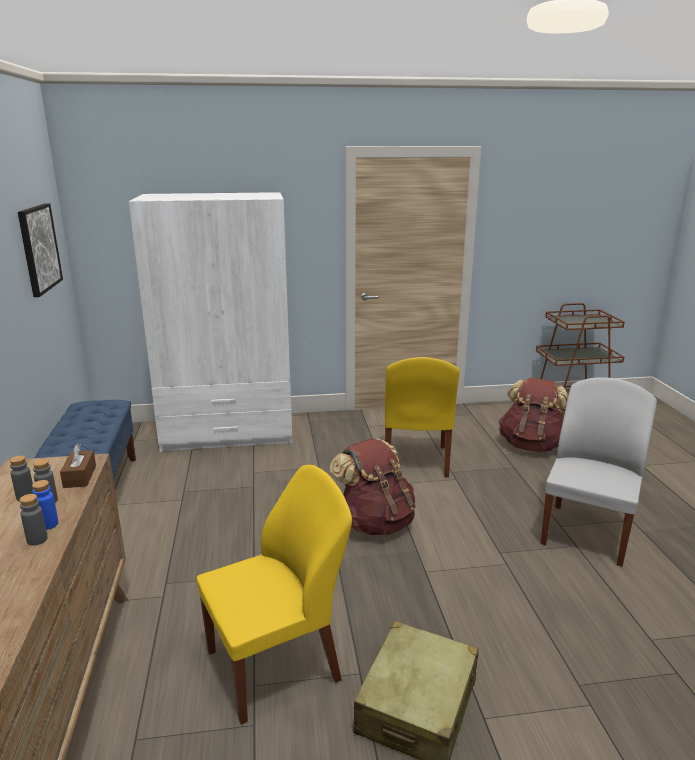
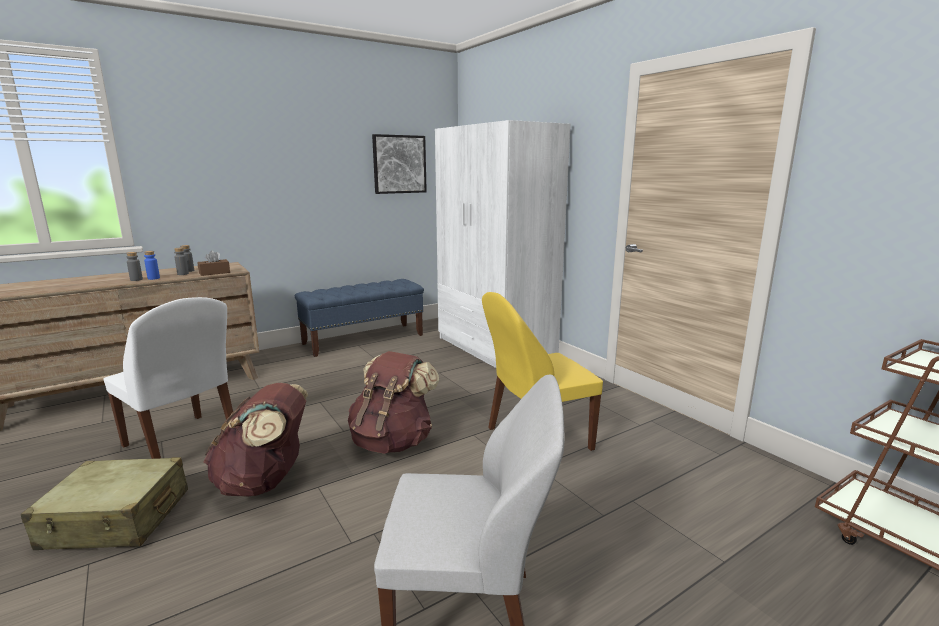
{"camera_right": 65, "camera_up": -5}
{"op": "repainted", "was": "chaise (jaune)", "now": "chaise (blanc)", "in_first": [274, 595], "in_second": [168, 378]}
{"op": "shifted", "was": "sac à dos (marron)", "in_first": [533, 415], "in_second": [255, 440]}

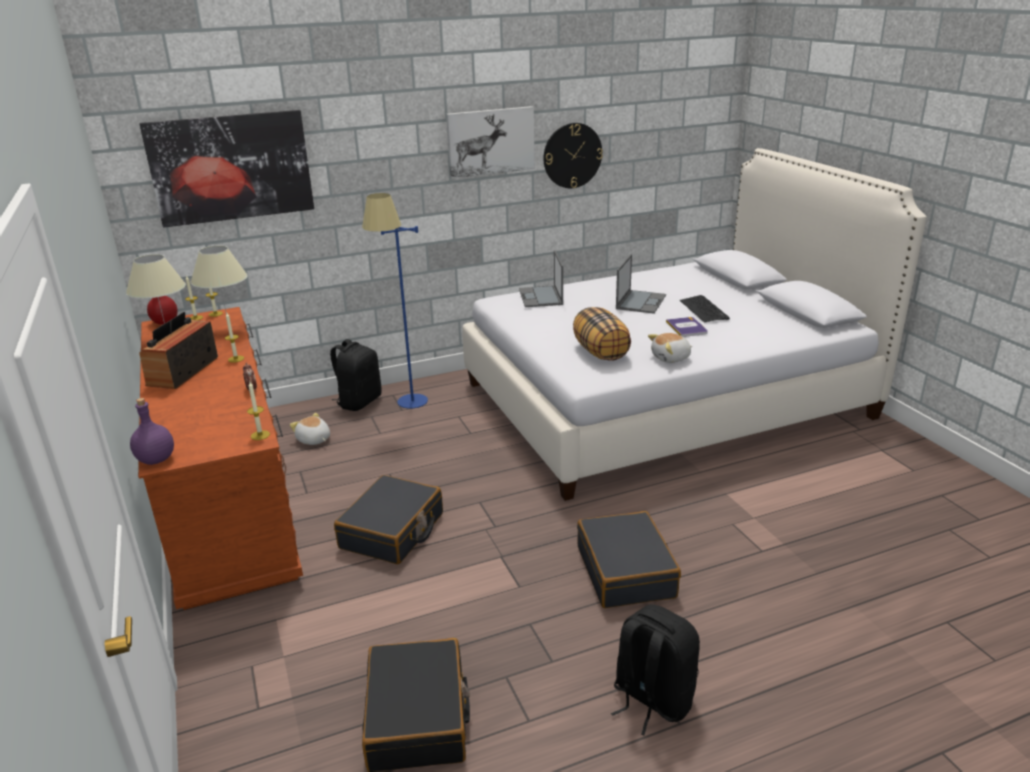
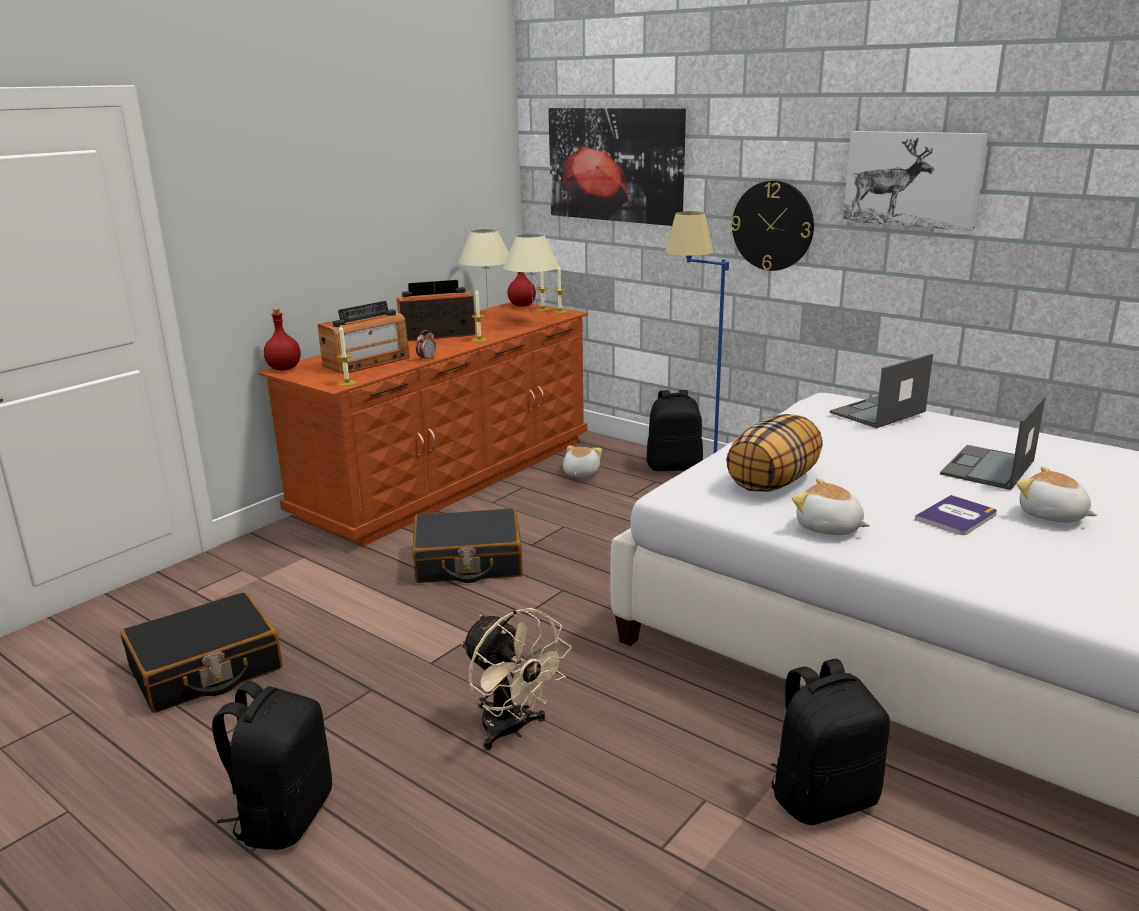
{"camera_right": 60, "camera_up": -5}
{"op": "repainted", "was": "bouteille (violet)", "now": "bouteille (rouge)", "in_first": [152, 431], "in_second": [282, 339]}
{"op": "shifted", "was": "horloge murale", "in_first": [573, 155], "in_second": [772, 226]}
{"op": "swapped", "was": "valise (noir)", "now": "ventilateur (beige)", "in_first": [629, 559], "in_second": [516, 679]}
{"op": "rotated", "was": "ordinateur portable", "in_first": [641, 284], "in_second": [993, 443], "clockwise": 135}
{"op": "swapped", "was": "clavier", "now": "peluche", "in_first": [705, 309], "in_second": [1057, 495]}
{"op": "new", "now": "radio", "in_second": [363, 337]}
{"op": "new", "now": "sac à dos (noir)", "in_second": [830, 742]}

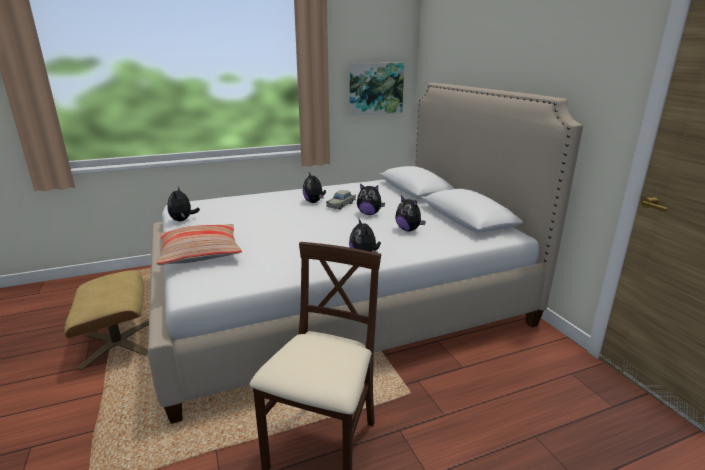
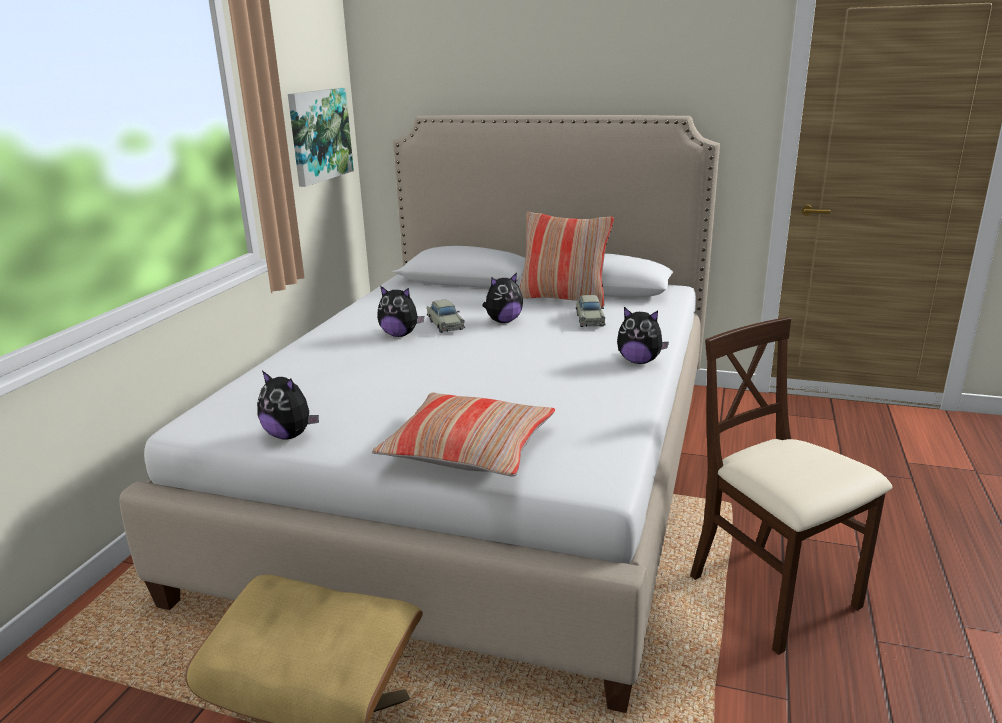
{"camera_right": -50, "camera_up": 0}
{"op": "swapped", "was": "peluche", "now": "petite voiture (beige)", "in_first": [410, 213], "in_second": [591, 311]}
{"op": "new", "now": "coussin", "in_second": [566, 259]}

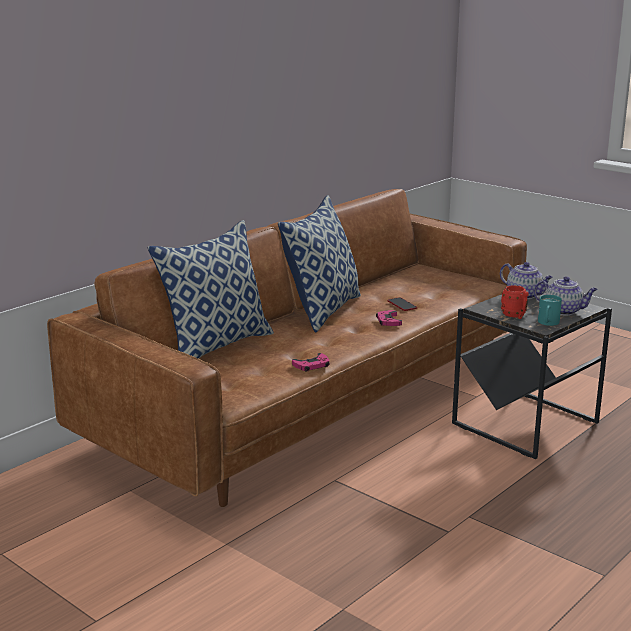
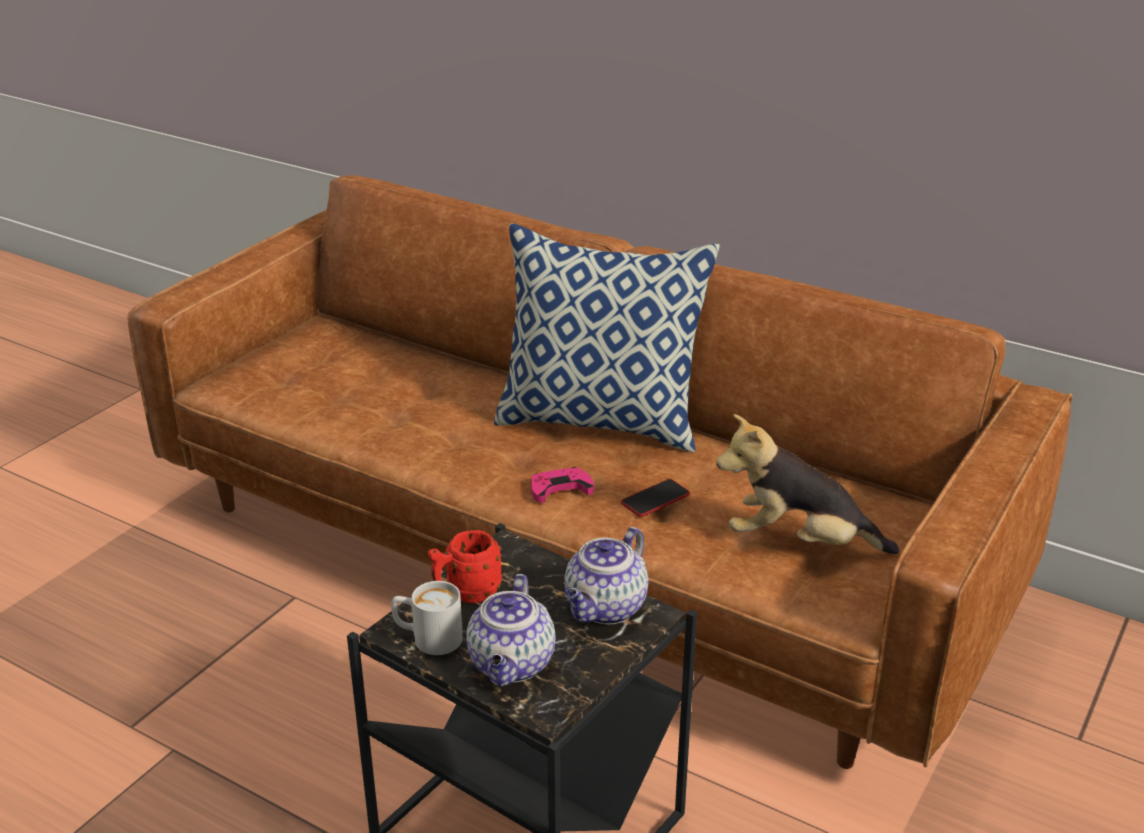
{"camera_right": 80, "camera_up": 10}
{"op": "gone", "was": "coussin", "in_first": [211, 289]}
{"op": "gone", "was": "manette (rose)", "in_first": [311, 362]}
{"op": "repainted", "was": "mug (turquoise)", "now": "mug (blanc)", "in_first": [550, 310], "in_second": [427, 618]}
{"op": "new", "now": "peluche", "in_second": [807, 484]}

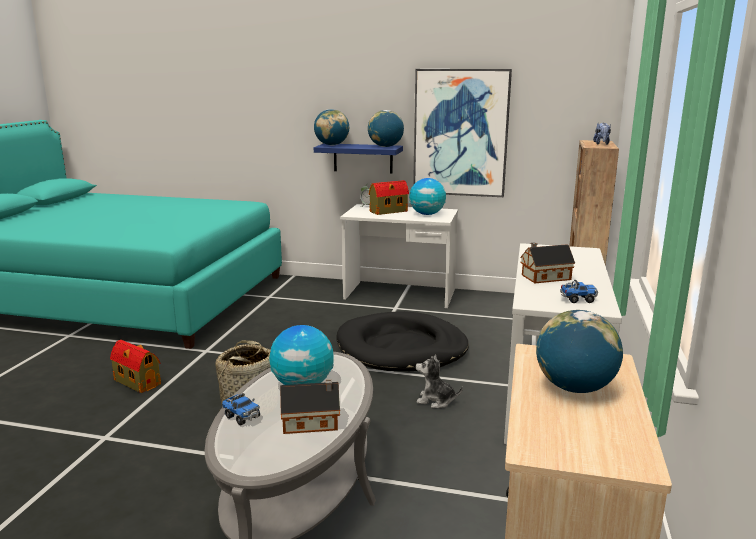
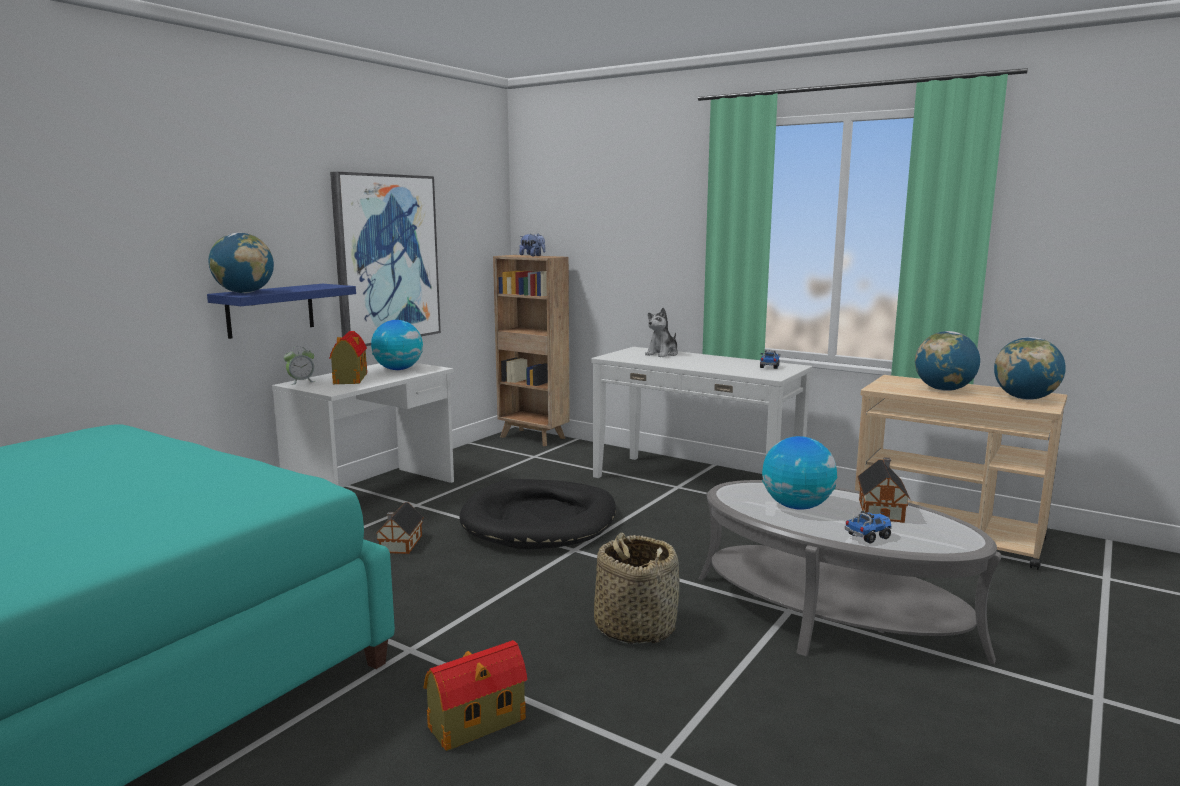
{"camera_right": -70, "camera_up": -5}
{"op": "shifted", "was": "globe", "in_first": [386, 128], "in_second": [1030, 368]}
{"op": "shifted", "was": "peluche", "in_first": [439, 381], "in_second": [661, 332]}
{"op": "shifted", "was": "maison miniature", "in_first": [547, 262], "in_second": [399, 528]}

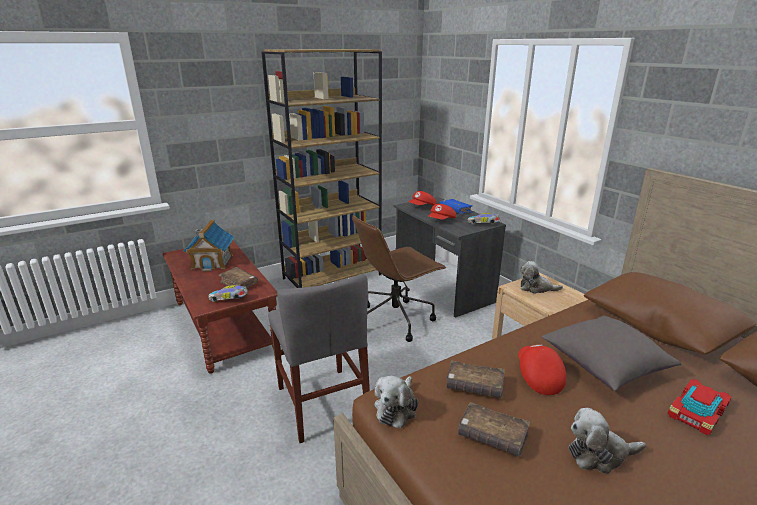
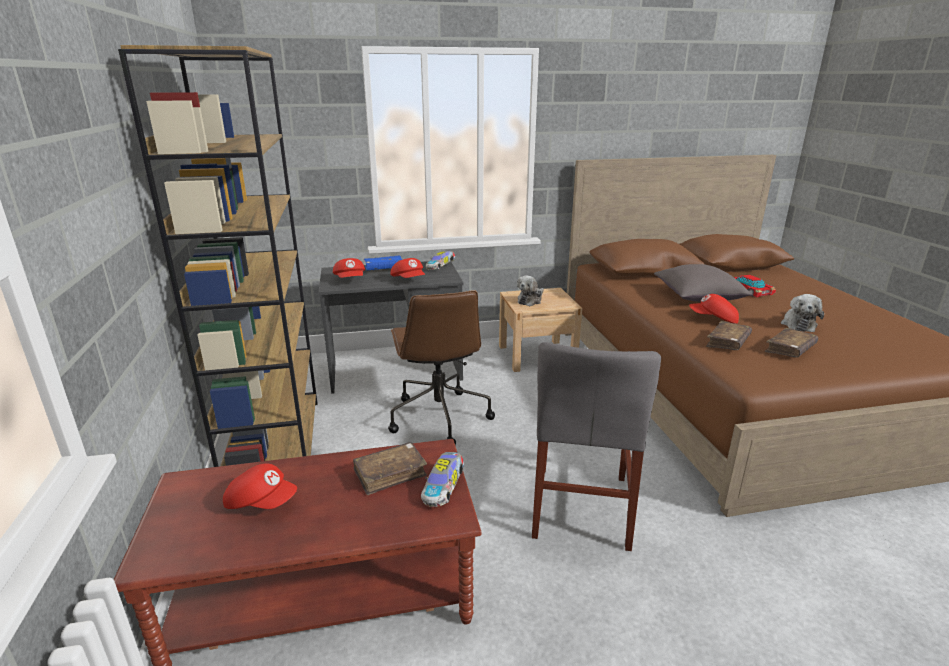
{"camera_right": -70, "camera_up": 0}
{"op": "swapped", "was": "maison miniature", "now": "casquette (rouge)", "in_first": [209, 245], "in_second": [260, 486]}
{"op": "rotated", "was": "chaise (gris)", "in_first": [319, 358], "in_second": [596, 446], "clockwise": 105}
{"op": "gone", "was": "peluche", "in_first": [396, 402]}

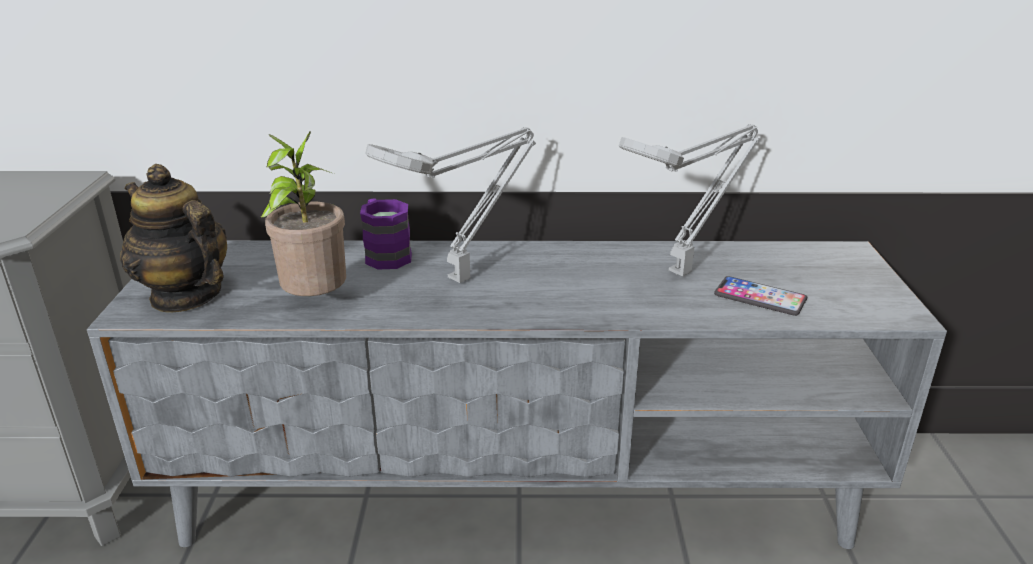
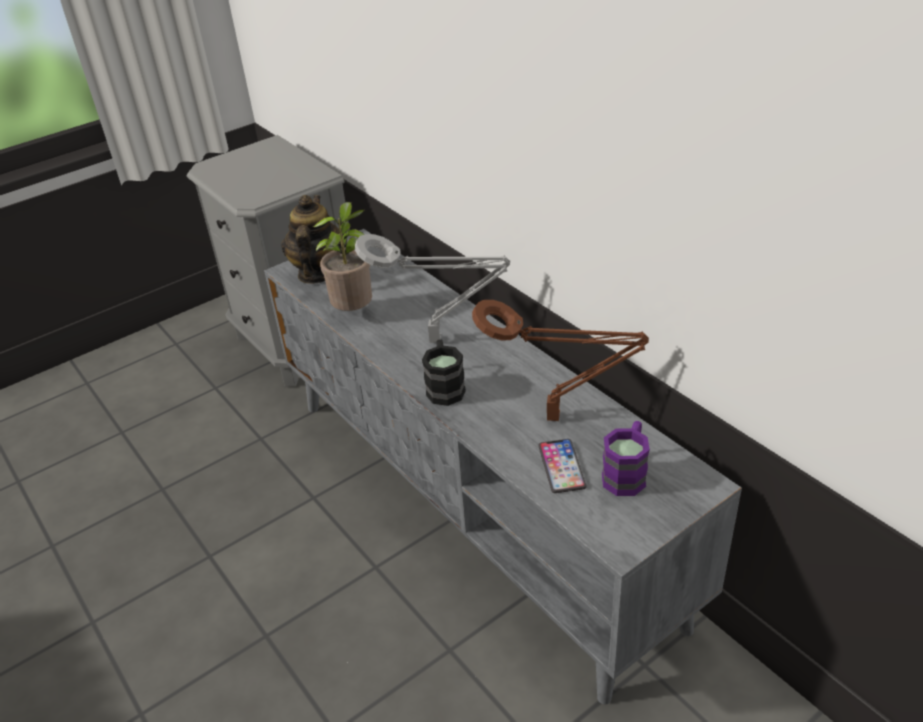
{"camera_right": 55, "camera_up": 10}
{"op": "shifted", "was": "mug (violet)", "in_first": [386, 234], "in_second": [626, 458]}
{"op": "repainted", "was": "lampe de table (gris)", "now": "lampe de table (marron)", "in_first": [690, 200], "in_second": [560, 360]}
{"op": "new", "now": "mug (noir)", "in_second": [444, 373]}

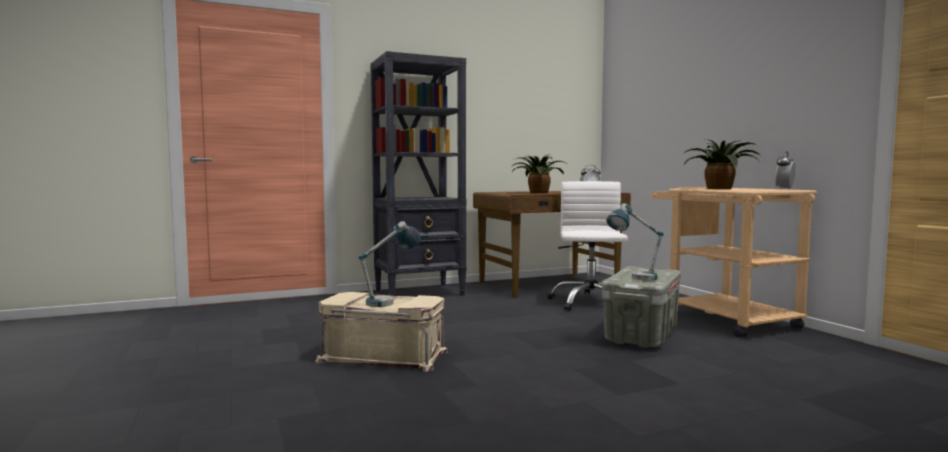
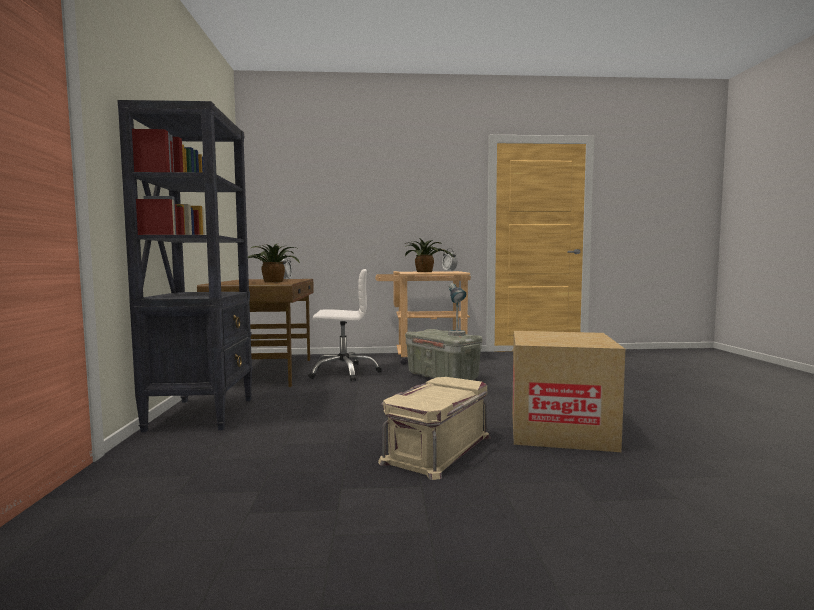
{"camera_right": -70, "camera_up": 0}
{"op": "gone", "was": "lampe de table", "in_first": [390, 264]}
{"op": "rotated", "was": "chaise de bureau (blanc)", "in_first": [588, 245], "in_second": [345, 325], "clockwise": 150}
{"op": "new", "now": "carton", "in_second": [568, 391]}

